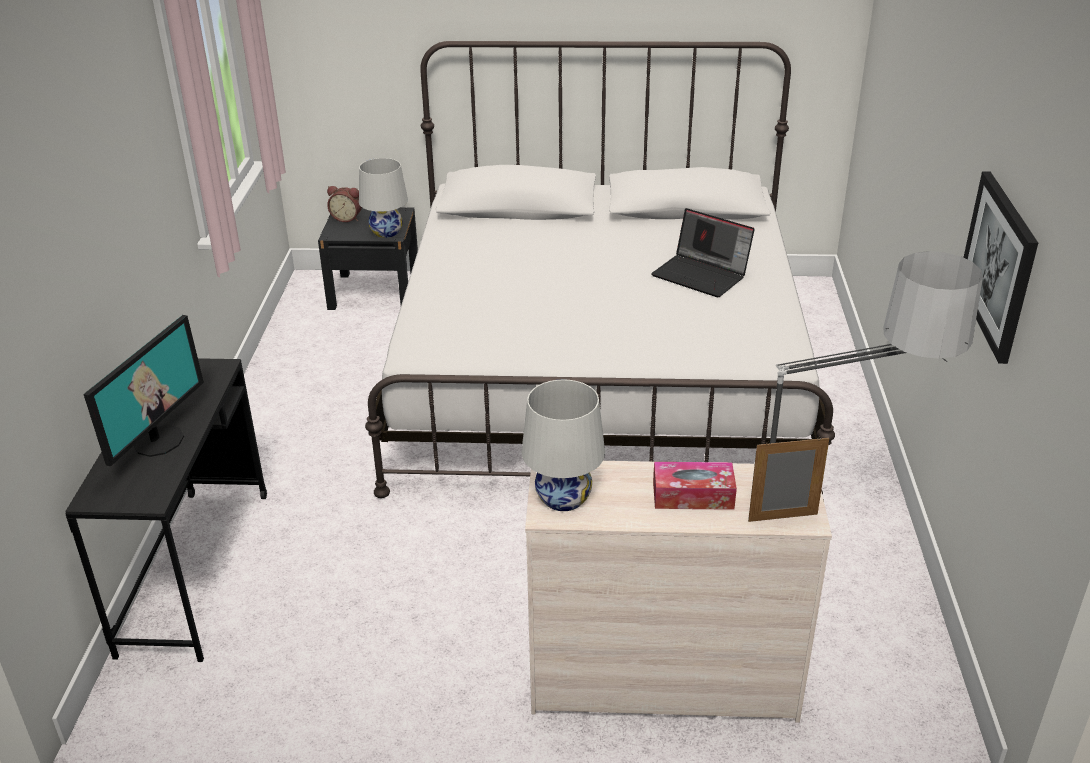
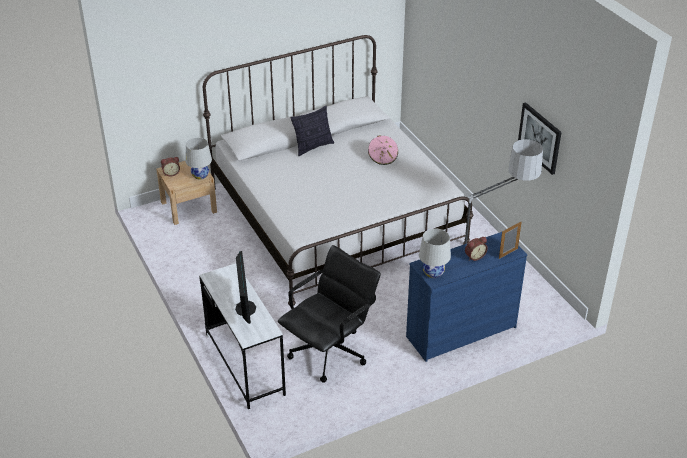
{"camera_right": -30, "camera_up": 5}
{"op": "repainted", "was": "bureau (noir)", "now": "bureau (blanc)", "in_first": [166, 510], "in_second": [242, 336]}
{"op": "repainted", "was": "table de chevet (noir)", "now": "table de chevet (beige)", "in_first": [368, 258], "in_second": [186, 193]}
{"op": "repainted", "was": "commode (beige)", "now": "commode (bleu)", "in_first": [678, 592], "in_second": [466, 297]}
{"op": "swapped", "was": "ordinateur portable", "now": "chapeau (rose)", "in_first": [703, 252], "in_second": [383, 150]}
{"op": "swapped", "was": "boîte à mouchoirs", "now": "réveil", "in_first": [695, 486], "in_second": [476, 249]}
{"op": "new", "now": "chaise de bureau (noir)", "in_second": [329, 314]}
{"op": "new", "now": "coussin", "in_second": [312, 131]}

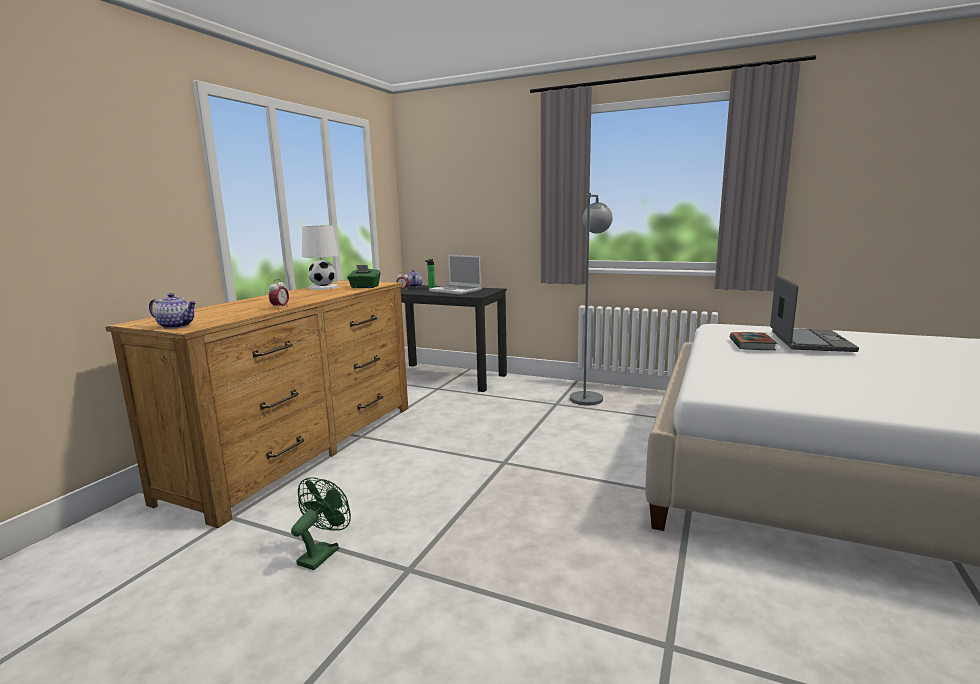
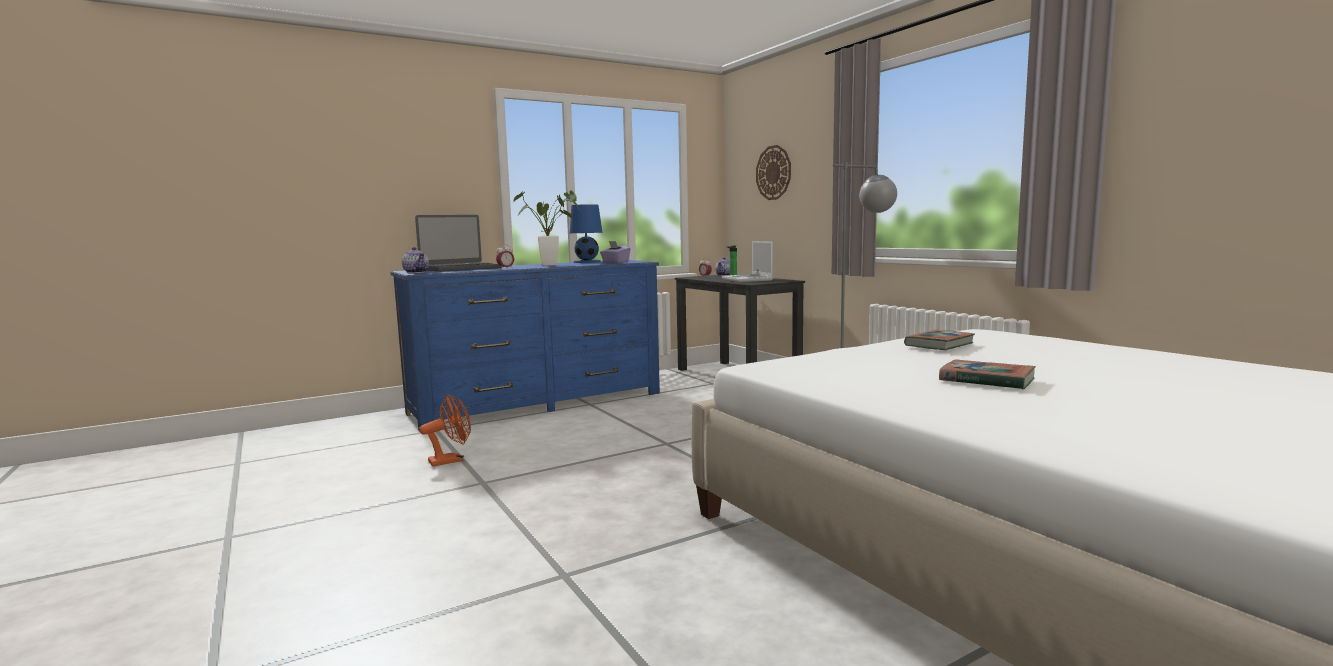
{"camera_right": 35, "camera_up": -5}
{"op": "repainted", "was": "commode (marron)", "now": "commode (bleu)", "in_first": [256, 404], "in_second": [525, 345]}
{"op": "repainted", "was": "ventilateur (vert)", "now": "ventilateur (orange)", "in_first": [321, 523], "in_second": [445, 430]}
{"op": "repainted", "was": "lampe de table (blanc)", "now": "lampe de table (bleu)", "in_first": [320, 257], "in_second": [586, 233]}
{"op": "repainted", "was": "boîte à mouchoirs (vert)", "now": "boîte à mouchoirs (violet)", "in_first": [364, 276], "in_second": [615, 252]}
{"op": "shifted", "was": "ordinateur portable", "in_first": [814, 313], "in_second": [458, 243]}
{"op": "new", "now": "plante en pot", "in_second": [547, 228]}
{"op": "new", "now": "horloge murale", "in_second": [773, 172]}
{"op": "new", "now": "livre", "in_second": [987, 374]}

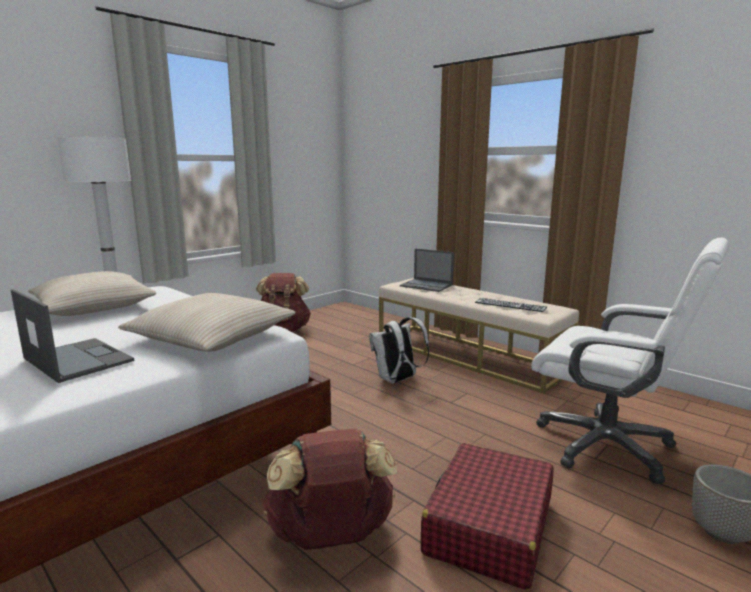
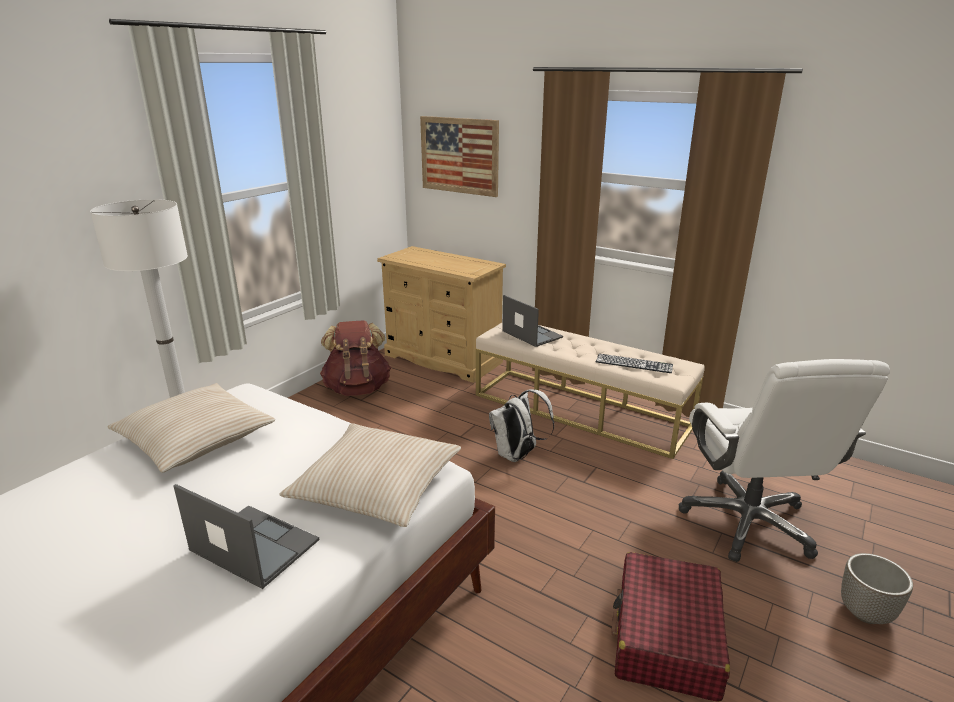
{"camera_right": -10, "camera_up": 10}
{"op": "gone", "was": "sac à dos (marron)", "in_first": [330, 489]}
{"op": "rotated", "was": "ordinateur portable", "in_first": [427, 270], "in_second": [532, 321], "clockwise": -150}
{"op": "rotated", "was": "chaise de bureau (blanc)", "in_first": [630, 360], "in_second": [784, 460], "clockwise": 60}
{"op": "new", "now": "commode (beige)", "in_second": [441, 314]}
{"op": "new", "now": "tableau", "in_second": [459, 156]}

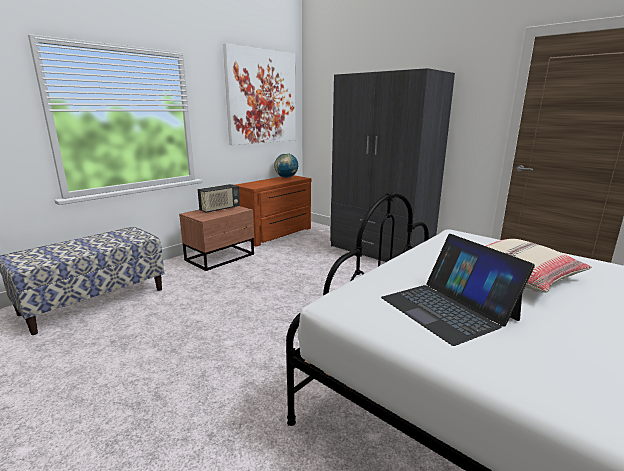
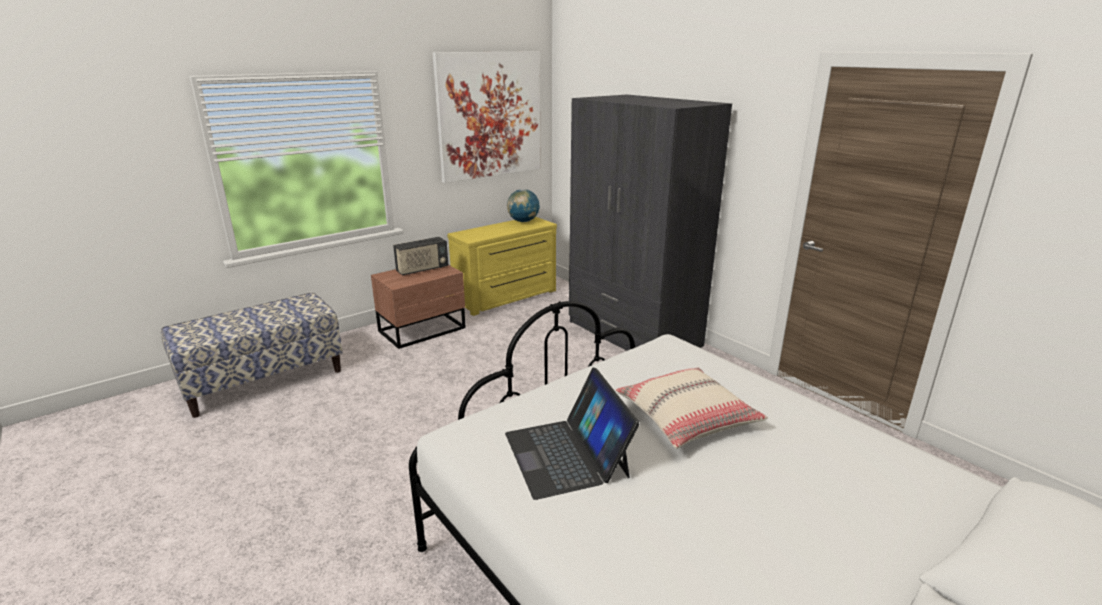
{"camera_right": 10, "camera_up": 5}
{"op": "repainted", "was": "commode (marron)", "now": "commode (jaune)", "in_first": [274, 211], "in_second": [502, 266]}

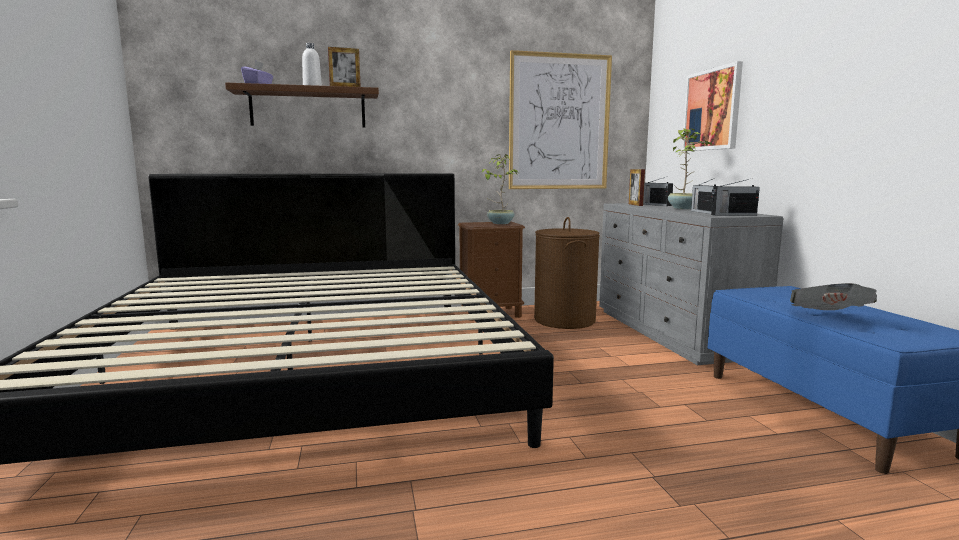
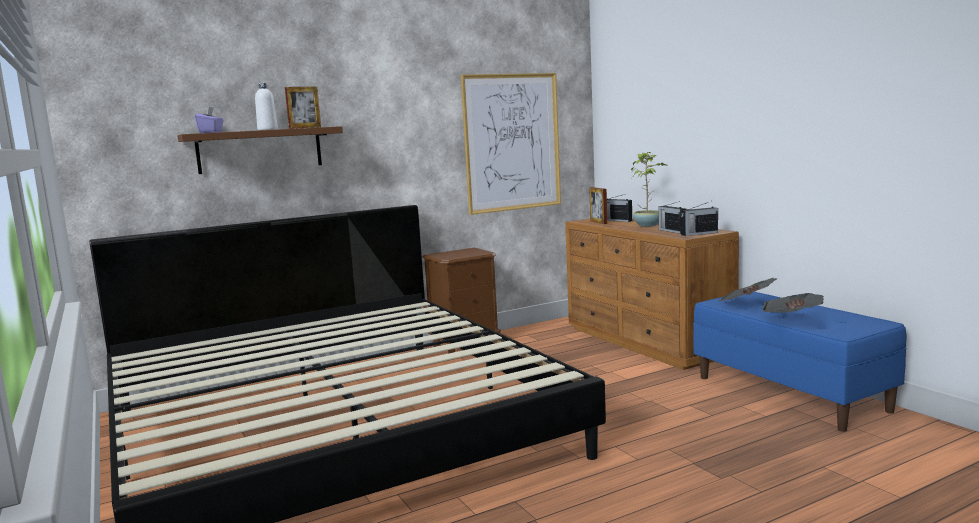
{"camera_right": -15, "camera_up": 0}
{"op": "gone", "was": "plante en pot", "in_first": [500, 189]}
{"op": "gone", "was": "panier à linge (marron)", "in_first": [567, 273]}
{"op": "repainted", "was": "commode (gris)", "now": "commode (marron)", "in_first": [691, 284], "in_second": [652, 294]}
{"op": "gone", "was": "tableau", "in_first": [712, 106]}
{"op": "new", "now": "journal", "in_second": [748, 289]}

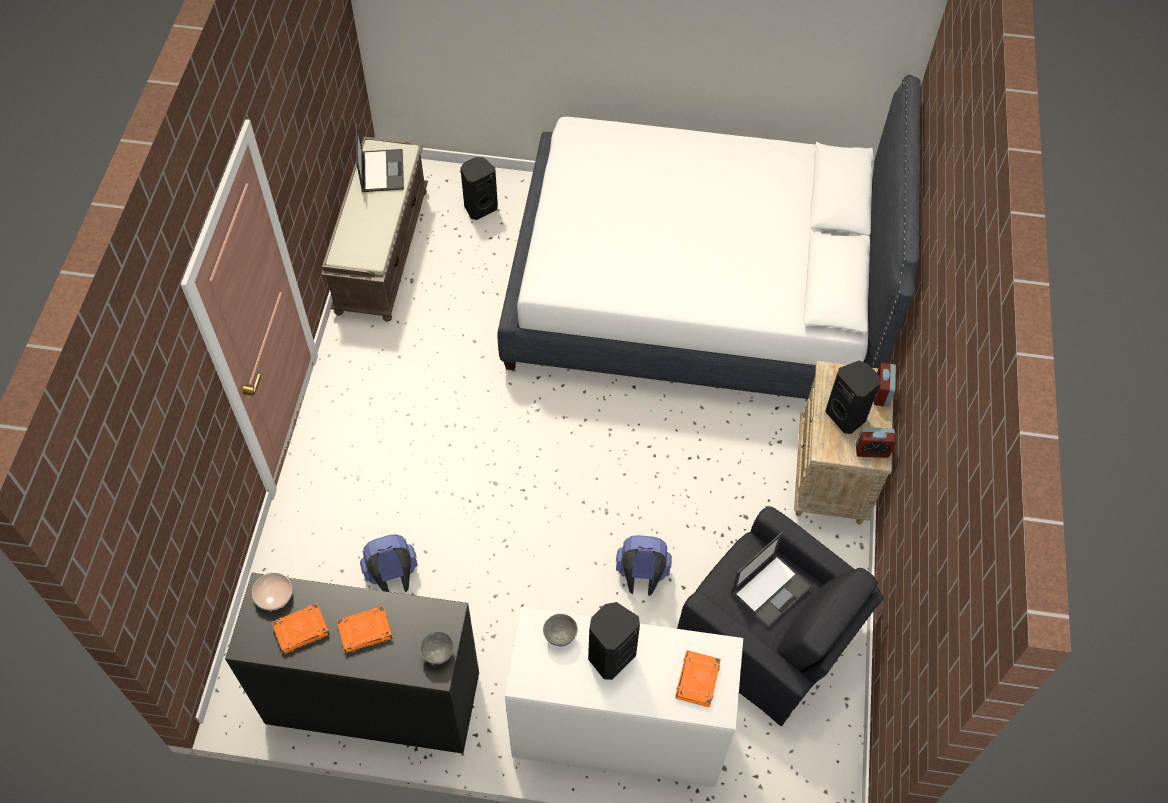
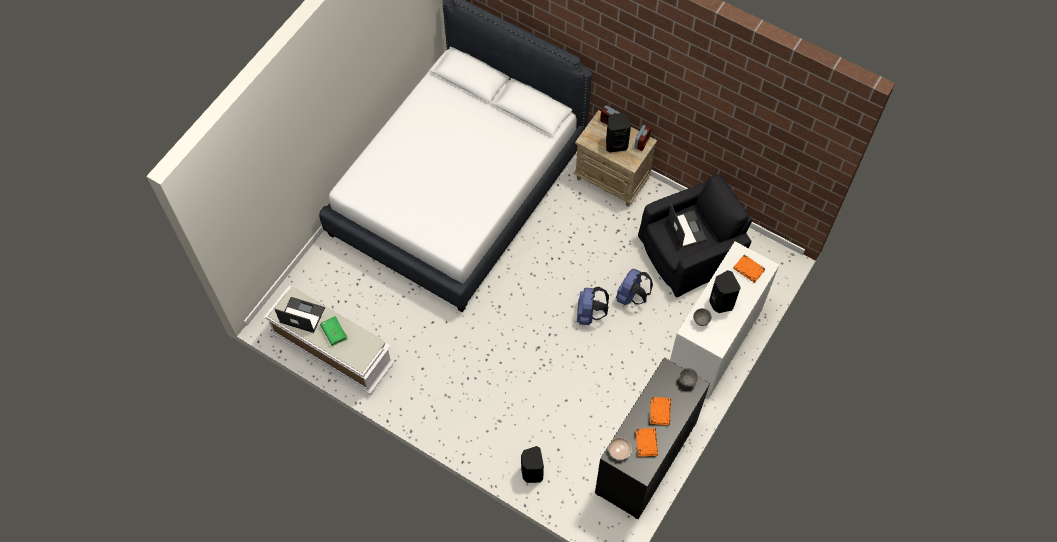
{"camera_right": -65, "camera_up": 5}
{"op": "repainted", "was": "banc (marron)", "now": "banc (blanc)", "in_first": [375, 229], "in_second": [328, 340]}
{"op": "shifted", "was": "sac à dos (bleu)", "in_first": [389, 563], "in_second": [593, 306]}
{"op": "shifted", "was": "enceinte (noir)", "in_first": [479, 188], "in_second": [532, 464]}
{"op": "new", "now": "livre (vert)", "in_second": [334, 331]}

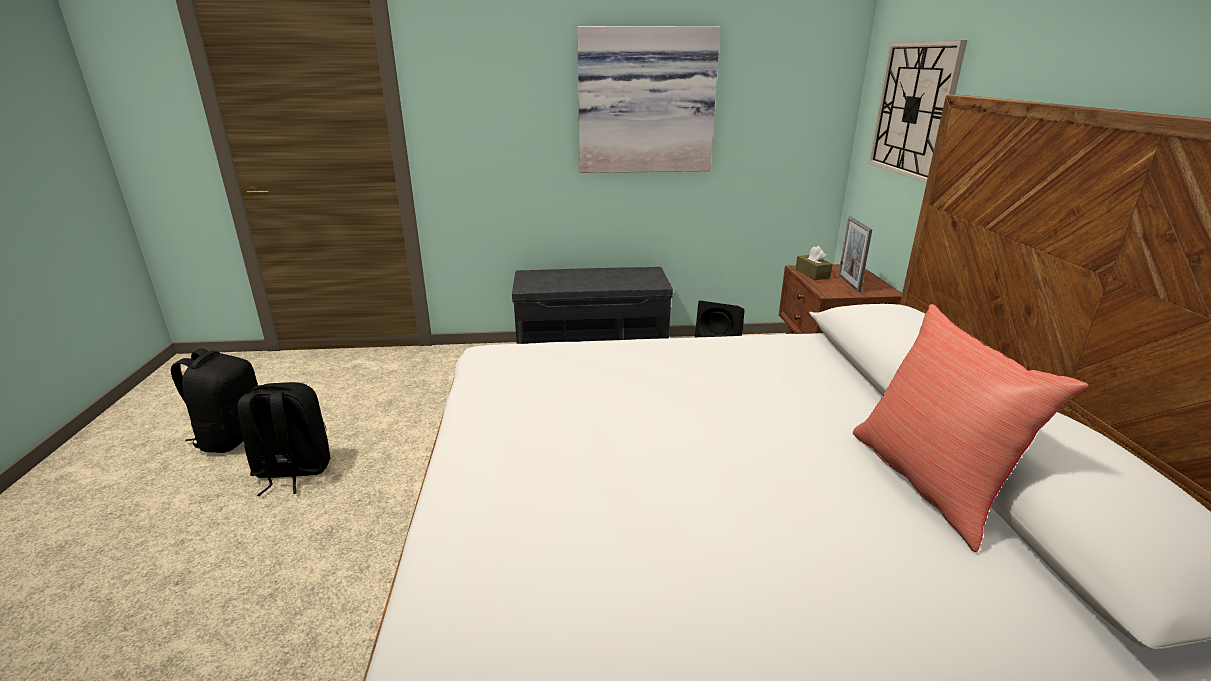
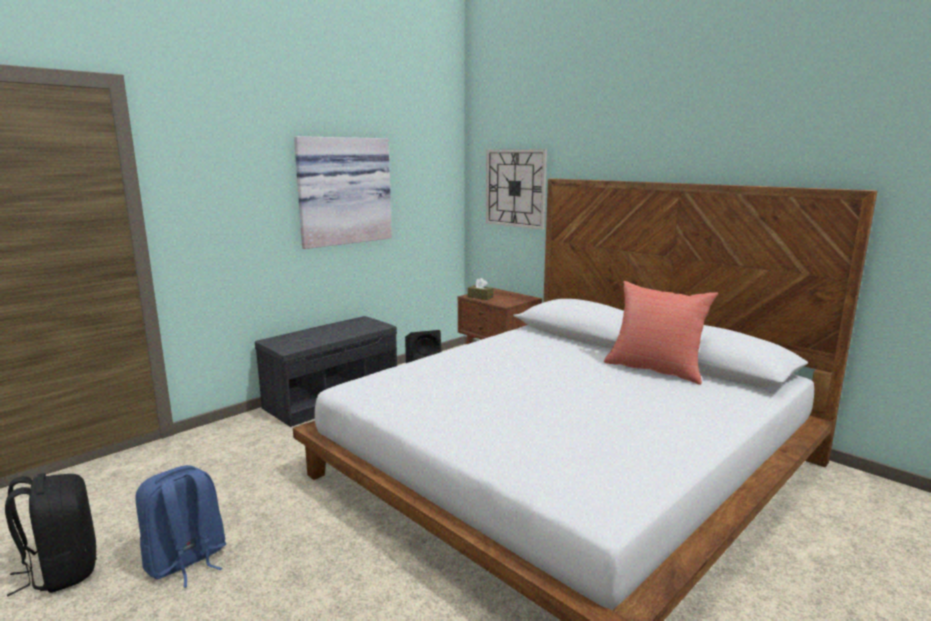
{"camera_right": -40, "camera_up": -10}
{"op": "repainted", "was": "sac à dos (noir)", "now": "sac à dos (bleu)", "in_first": [284, 439], "in_second": [180, 526]}
{"op": "gone", "was": "cadre photo", "in_first": [855, 254]}

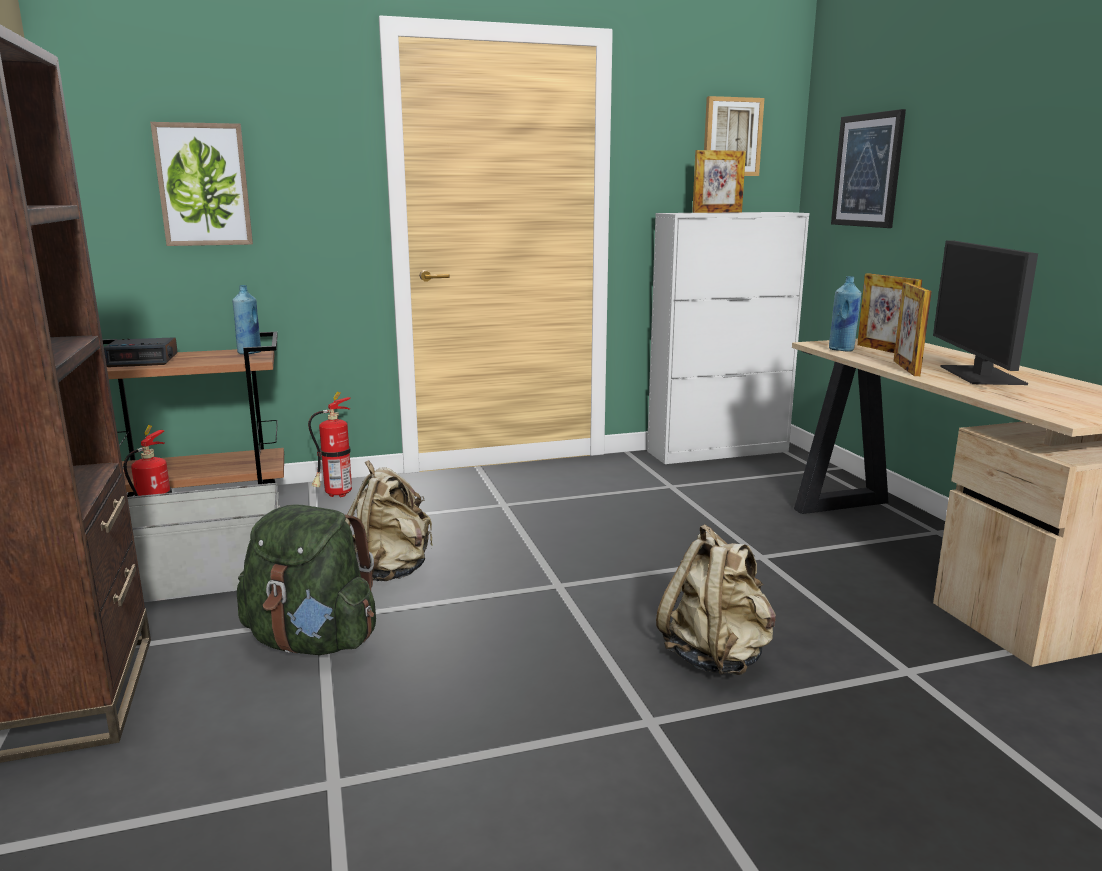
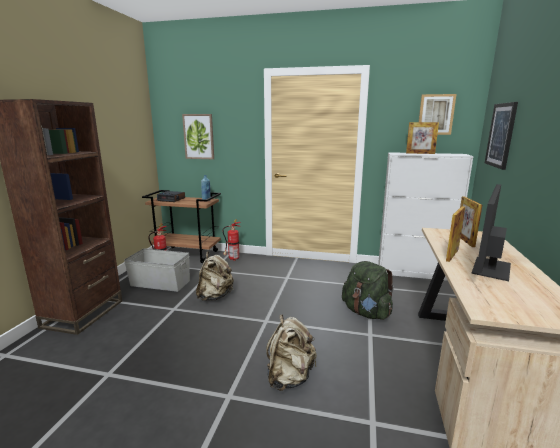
{"camera_right": 30, "camera_up": 0}
{"op": "shifted", "was": "sac à dos (vert)", "in_first": [306, 579], "in_second": [368, 290]}
{"op": "gone", "was": "bouteille (bleu)", "in_first": [845, 314]}

